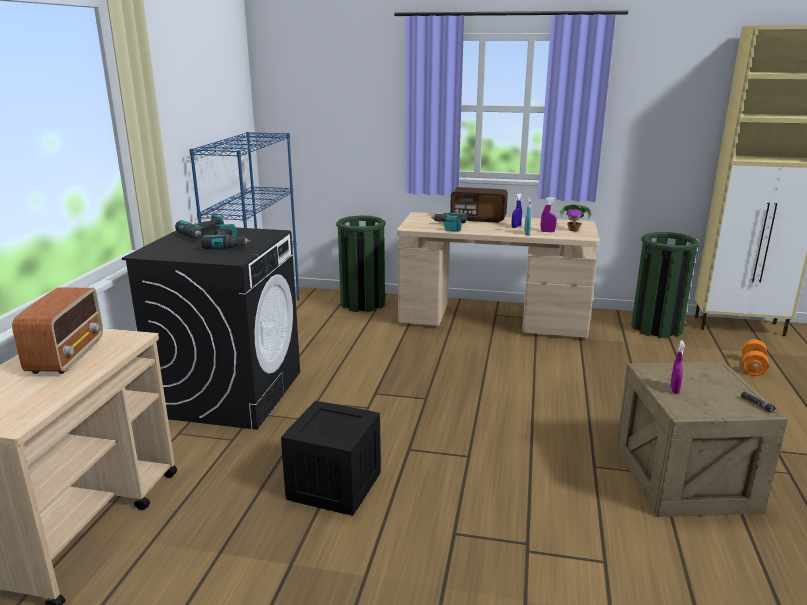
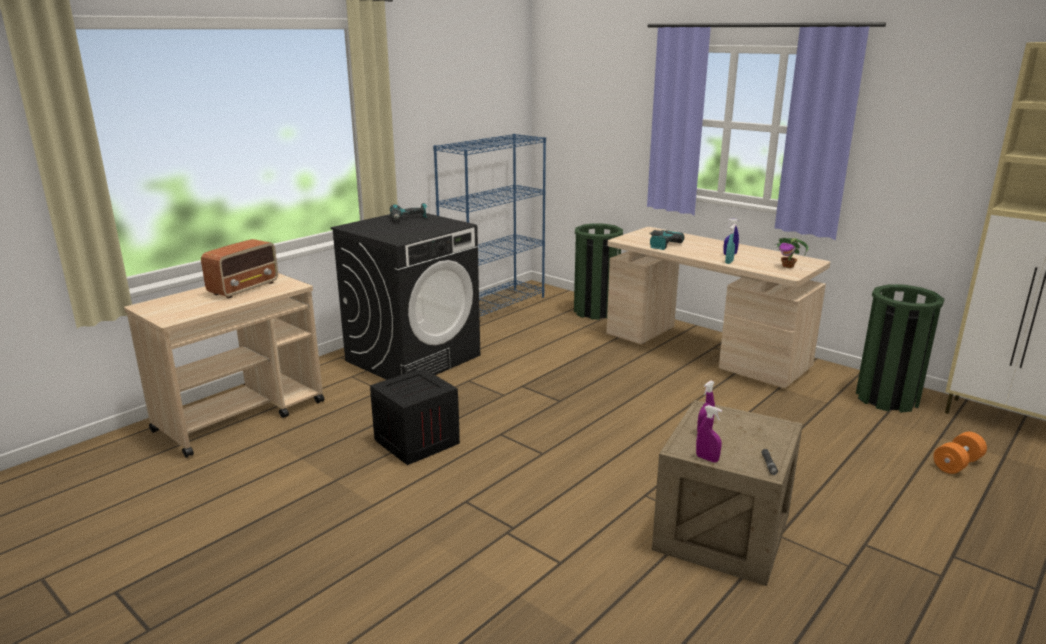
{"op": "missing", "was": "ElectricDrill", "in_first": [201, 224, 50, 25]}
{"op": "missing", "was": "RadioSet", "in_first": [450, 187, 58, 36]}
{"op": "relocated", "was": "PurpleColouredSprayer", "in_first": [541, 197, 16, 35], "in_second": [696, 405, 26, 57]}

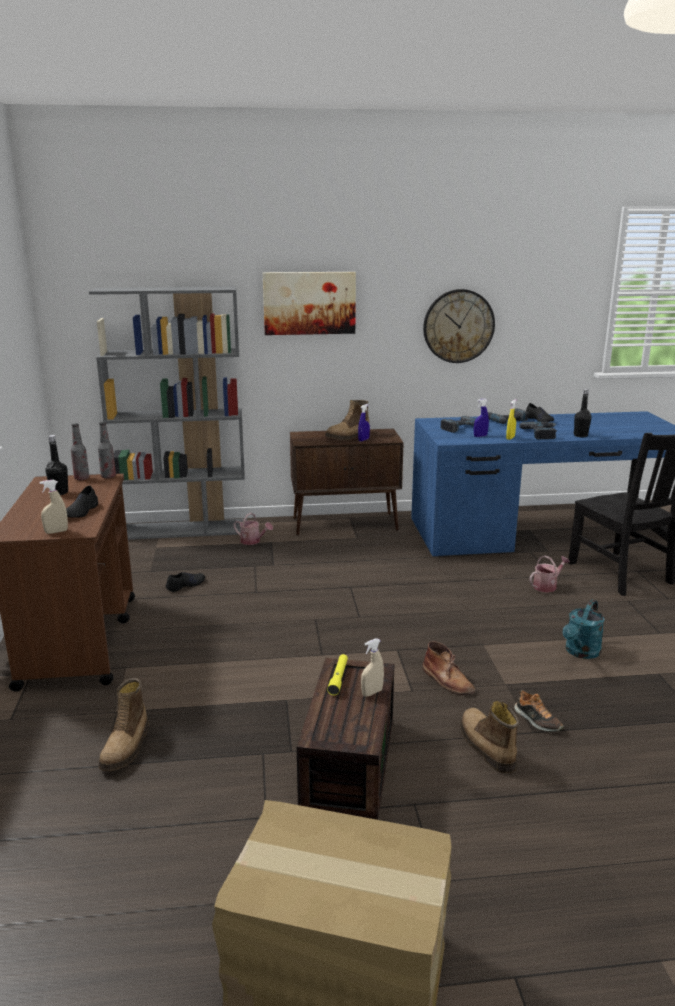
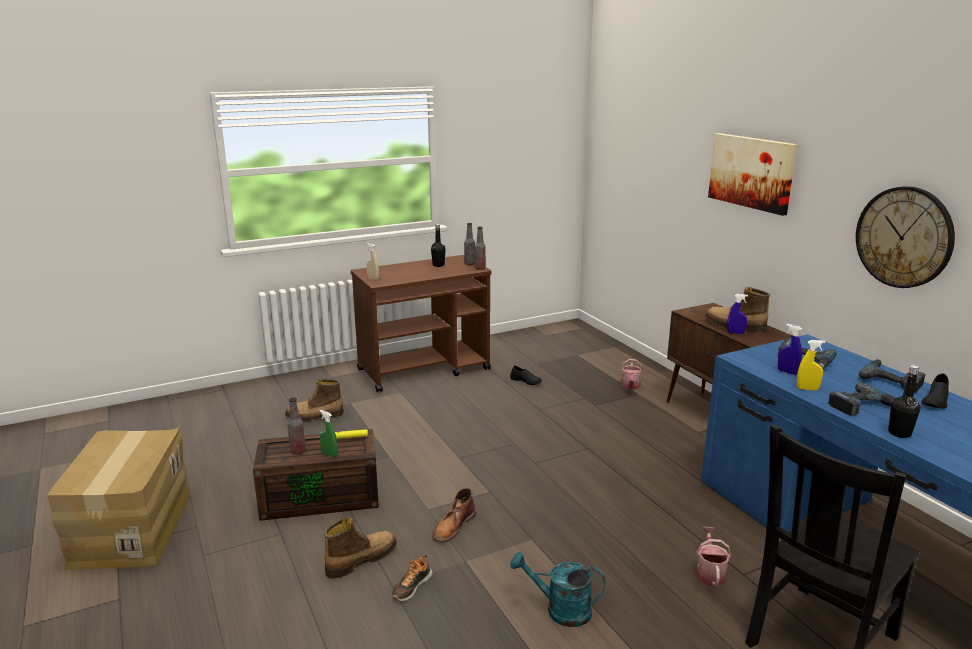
{"op": "missing", "was": "BlackShoe", "in_first": [66, 485, 32, 33]}
{"op": "missing", "was": "GreyBookshelf", "in_first": [89, 286, 158, 254]}
{"op": "colour", "was": "BeigeSprayer", "now": "GreenSprayer", "in_first": [361, 638, 23, 59], "in_second": [320, 410, 18, 47]}
{"op": "spun", "was": "SprinklingCan", "in_first": [529, 555, 41, 38], "in_second": [695, 527, 36, 60], "clockwise": -120}
{"op": "appeared", "now": "DrinkBottle", "in_second": [288, 397, 18, 57]}

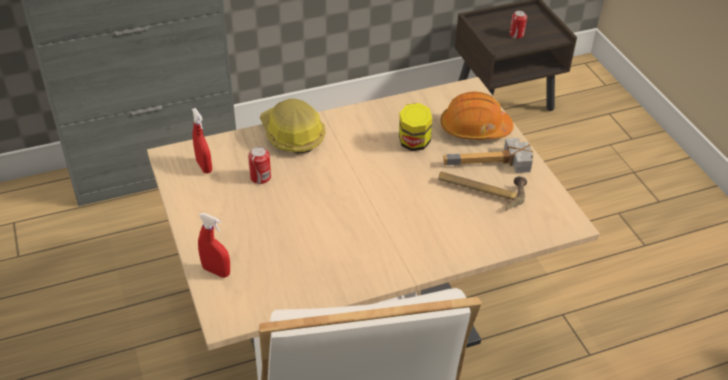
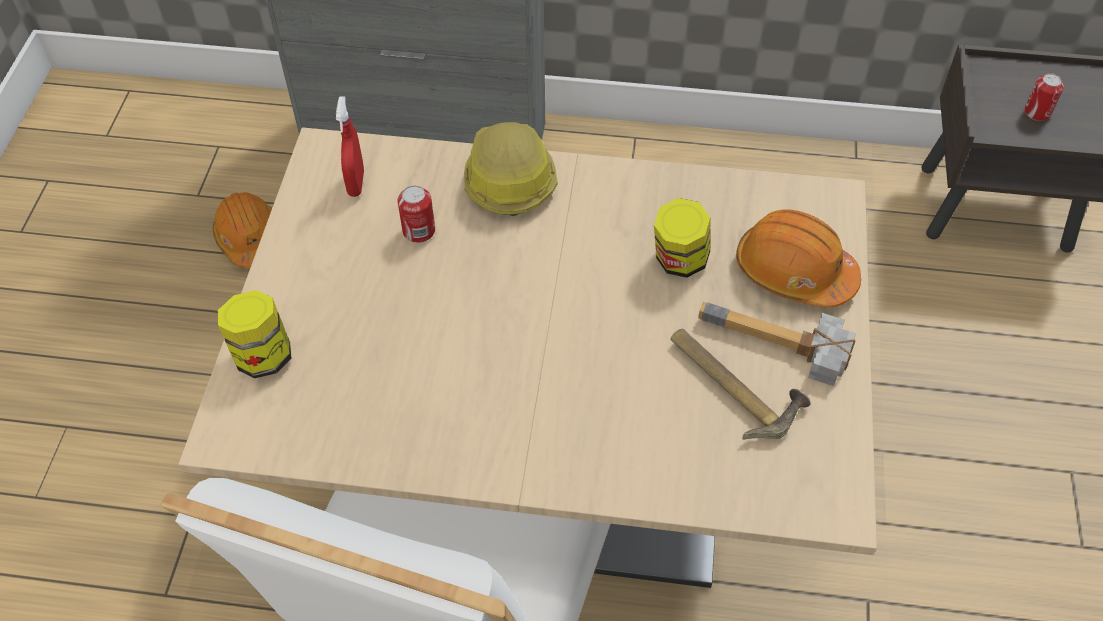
{"op": "exchanged", "was": "RedColouredSprayer", "now": "Jar", "in_first": [198, 213, 32, 65], "in_second": [218, 290, 73, 88]}
{"op": "appeared", "now": "OrangeySafetyHelmet", "in_second": [212, 192, 60, 76]}

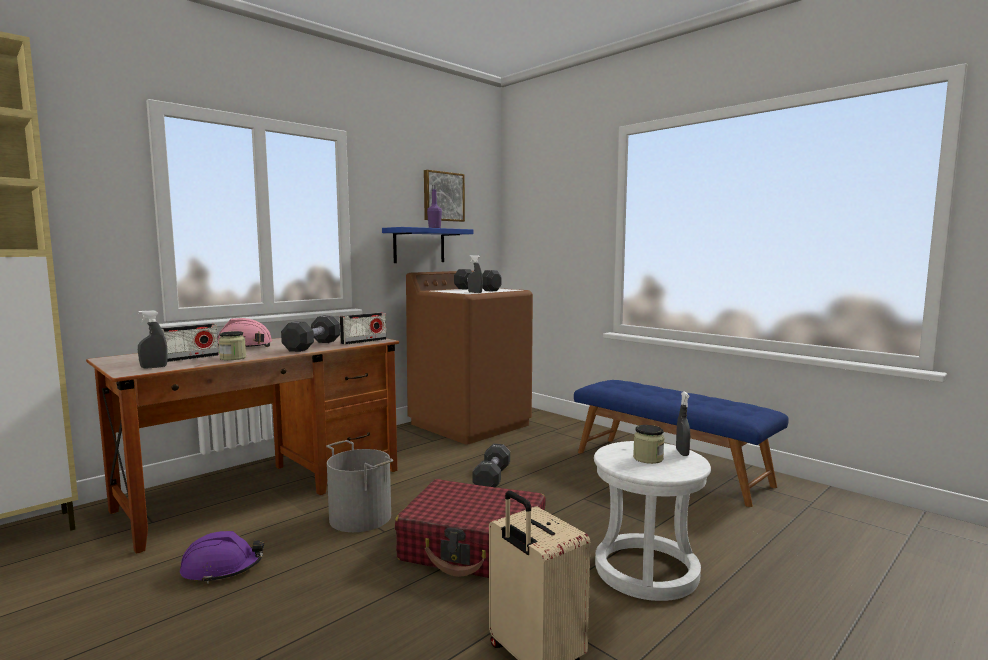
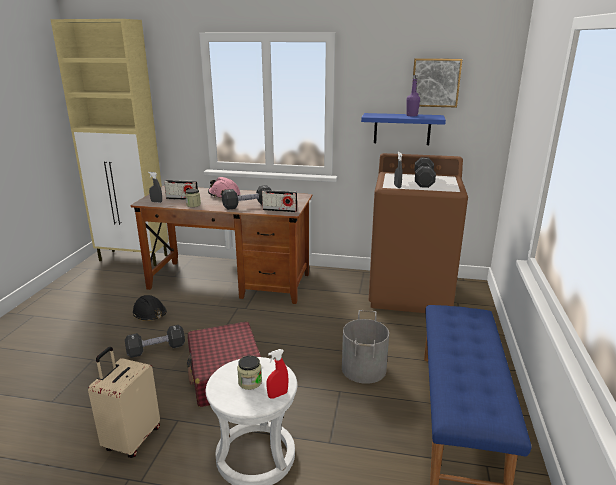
{"op": "colour", "was": "PurpleColouredSafetyHelmet", "now": "BlackSafetyHelmet", "in_first": [180, 531, 84, 53], "in_second": [133, 295, 34, 26]}
{"op": "relocated", "was": "GreyBucket", "in_first": [326, 440, 67, 92], "in_second": [342, 310, 47, 74]}
{"op": "relocated", "was": "BlackDumbbell", "in_first": [472, 444, 38, 43], "in_second": [125, 325, 60, 33]}
{"op": "colour", "was": "GreySprayer", "now": "RedColouredSprayer", "in_first": [676, 391, 14, 65], "in_second": [267, 349, 21, 50]}

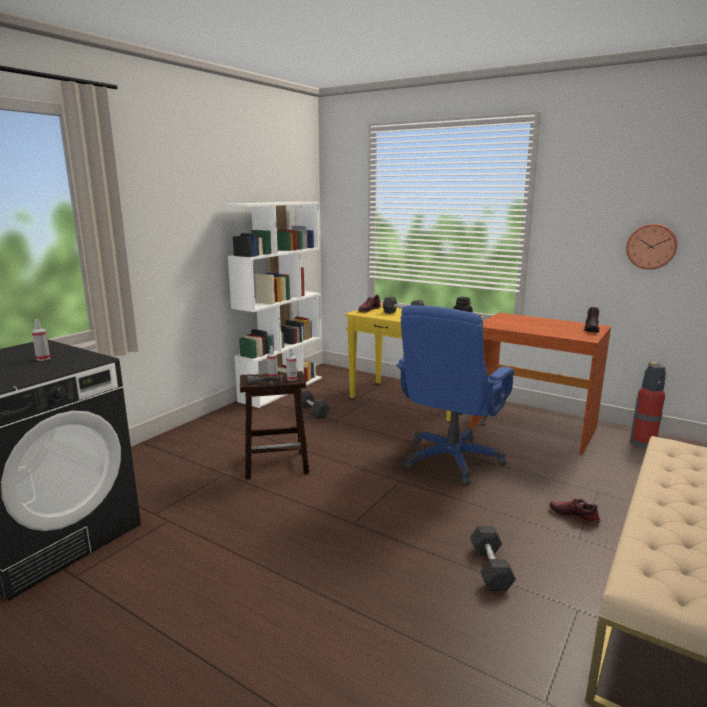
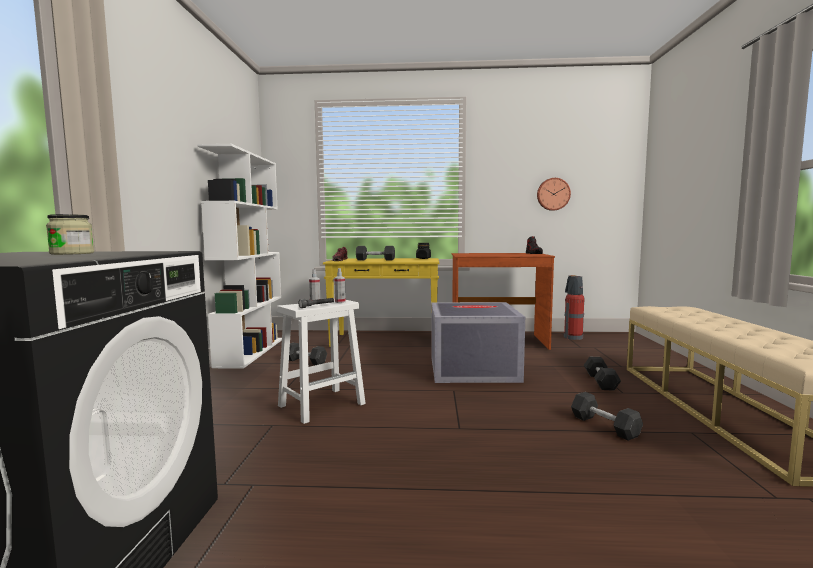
{"op": "exchanged", "was": "Sprayer", "now": "Jar", "in_first": [31, 319, 19, 42], "in_second": [46, 214, 48, 41]}
{"op": "colour", "was": "BrownStoolSeat", "now": "WhiteColouredStoolSeat", "in_first": [240, 371, 69, 109], "in_second": [277, 299, 89, 125]}
{"op": "exchanged", "was": "BlueOfficeChair", "now": "GreyStorageBin", "in_first": [396, 305, 118, 180], "in_second": [431, 302, 94, 81]}
{"op": "exchanged", "was": "Shoe", "now": "GreyDumbbell", "in_first": [549, 499, 52, 26], "in_second": [584, 357, 37, 34]}

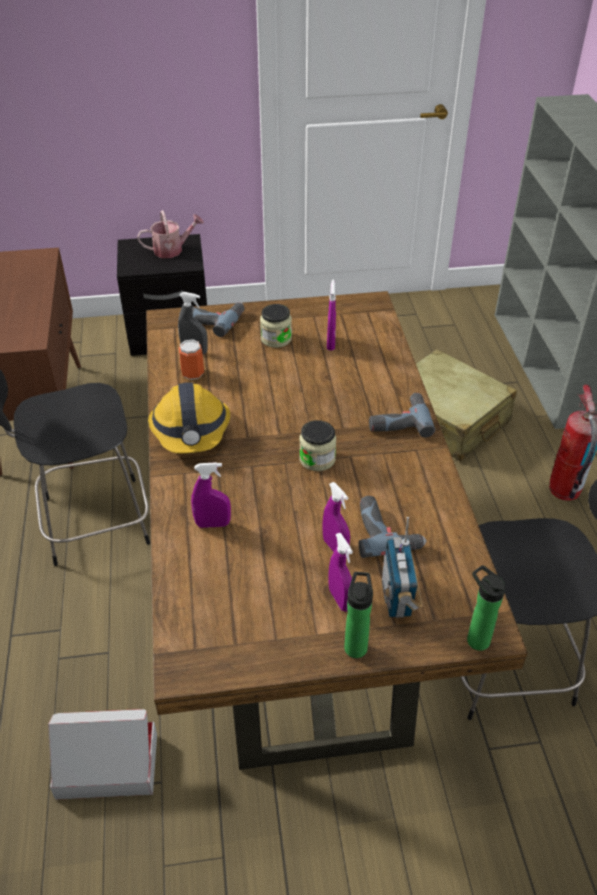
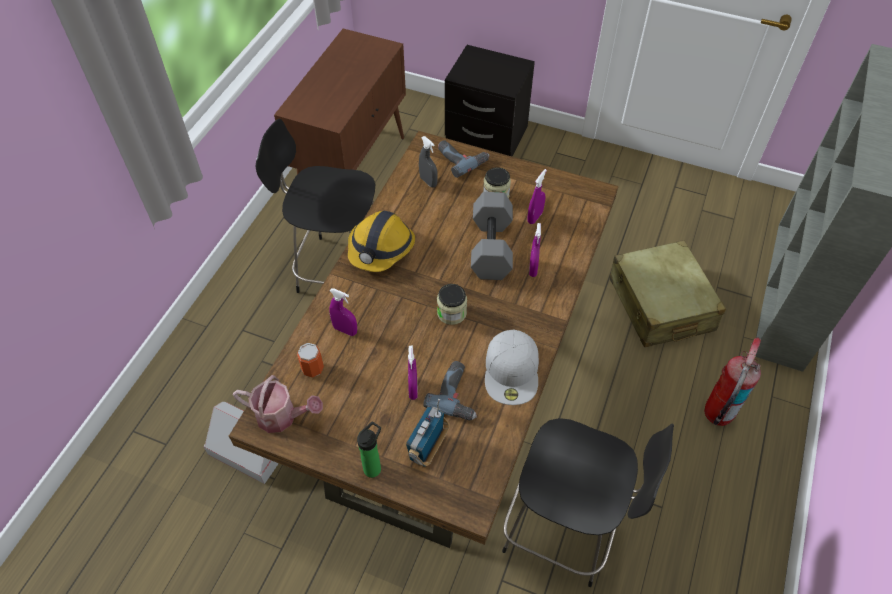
{"op": "relocated", "was": "SprinklingCan", "in_first": [137, 210, 67, 48], "in_second": [233, 375, 90, 58]}
{"op": "relocated", "was": "MetalCan", "in_first": [179, 339, 25, 41], "in_second": [297, 343, 27, 35]}
{"op": "relocated", "was": "PurpleColouredSprayer", "in_first": [329, 533, 24, 79], "in_second": [529, 223, 12, 54]}
{"op": "missing", "was": "ElectricDrill", "in_first": [369, 393, 66, 44]}
{"op": "missing", "was": "DrinkBottle", "in_first": [467, 565, 38, 86]}
{"op": "appeared", "now": "GreyDumbbell", "in_second": [471, 192, 42, 88]}
{"op": "appeared", "now": "WhiteColouredPeakedCap", "in_second": [485, 330, 54, 75]}

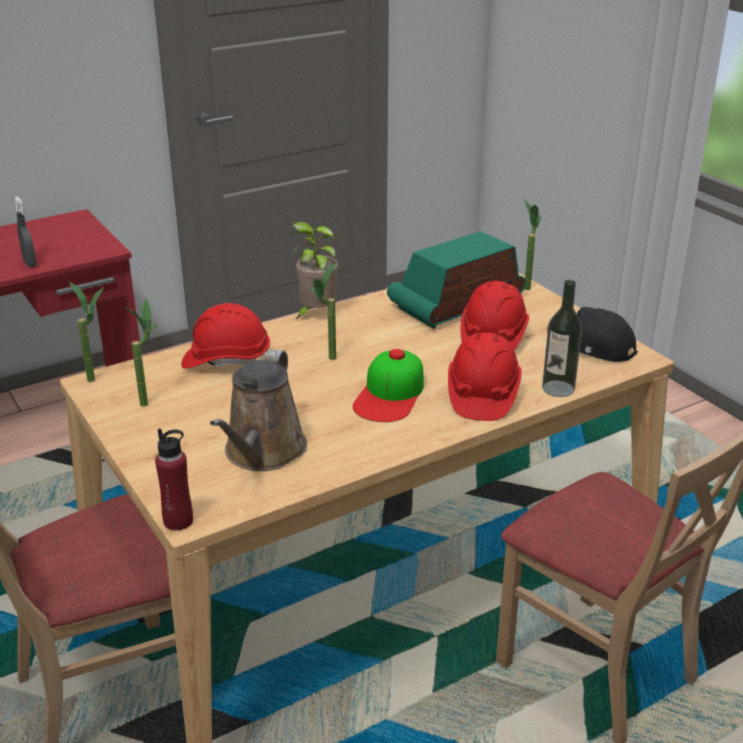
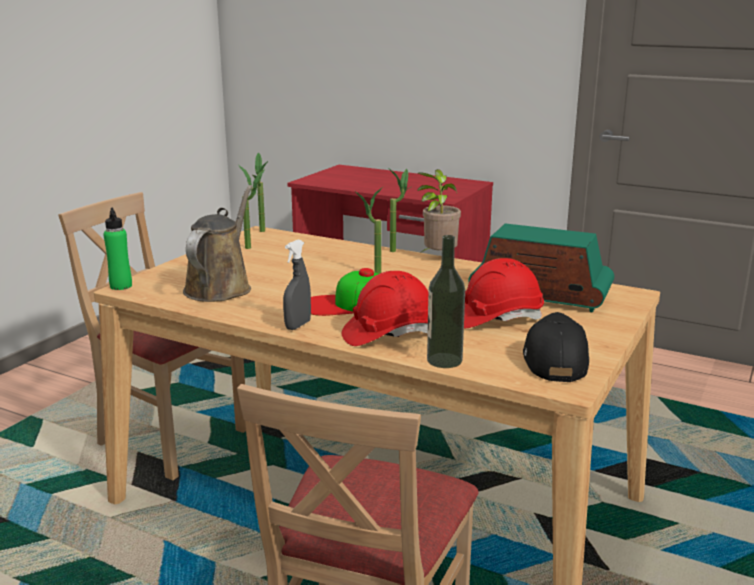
{"op": "relocated", "was": "GreySprayer", "in_first": [14, 196, 23, 71], "in_second": [283, 240, 28, 90]}
{"op": "colour", "was": "RedColouredDrinkBottle", "now": "GreenDrinkBottle", "in_first": [155, 429, 38, 102], "in_second": [103, 208, 29, 82]}
{"op": "missing", "was": "RedColouredSafetyHelmet", "in_first": [181, 303, 89, 66]}
{"op": "spun", "was": "BrownSprinklingCan", "in_first": [210, 349, 97, 122], "in_second": [183, 185, 69, 117], "clockwise": 120}
{"op": "relocated", "was": "PlantInAPot", "in_first": [524, 199, 18, 91], "in_second": [389, 169, 22, 83]}

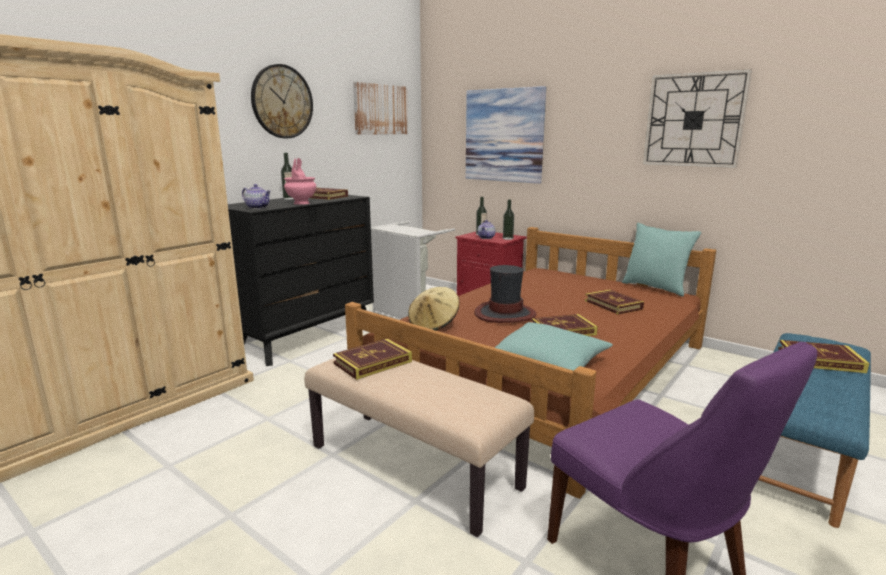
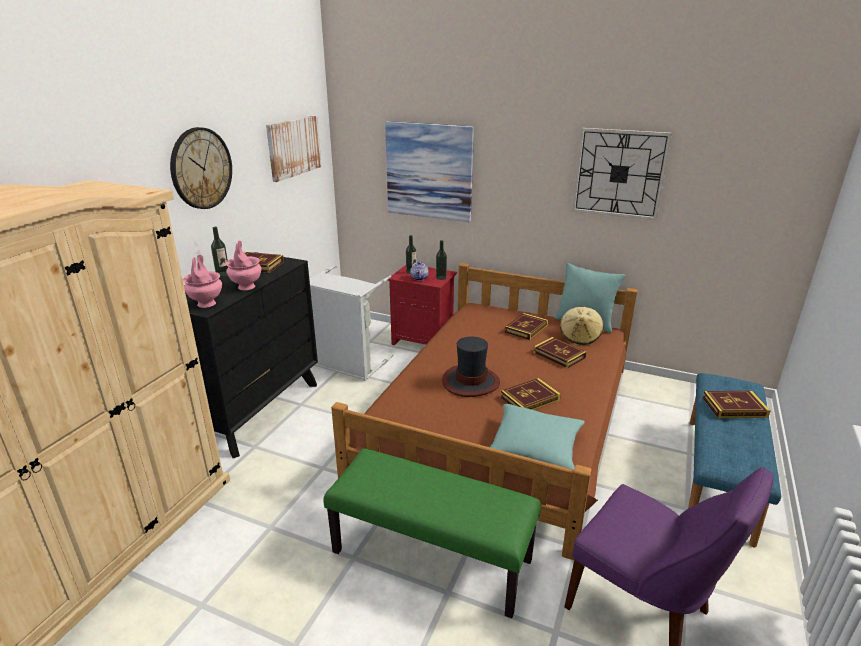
{"op": "exchanged", "was": "Teapot", "now": "PinkColouredDecorativeVase", "in_first": [242, 184, 29, 25], "in_second": [183, 255, 39, 53]}
{"op": "colour", "was": "BeigeLongSeat", "now": "GreenLongSeat", "in_first": [304, 358, 230, 179], "in_second": [324, 449, 217, 169]}
{"op": "relocated", "was": "BoundBook", "in_first": [333, 338, 79, 42], "in_second": [505, 313, 43, 27]}
{"op": "relocated", "was": "BeigeClothingHat", "in_first": [408, 287, 51, 44], "in_second": [560, 306, 43, 39]}

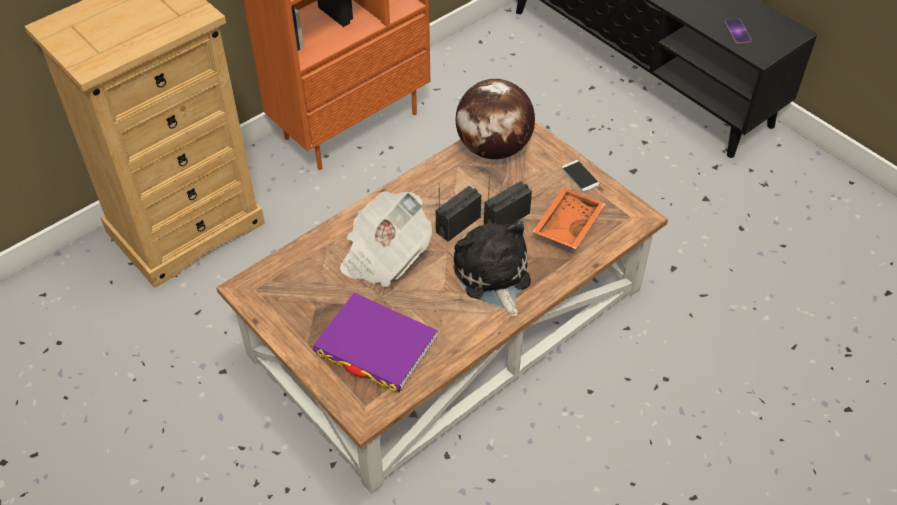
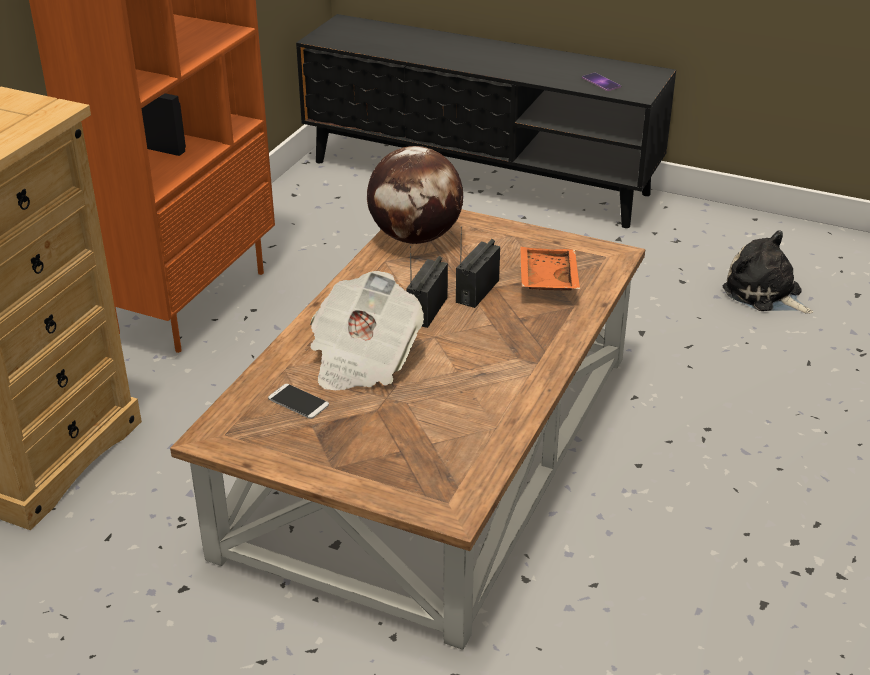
{"op": "missing", "was": "PurpleColouredBoundBook", "in_first": [313, 293, 125, 99]}
{"op": "relocated", "was": "SoftToy", "in_first": [453, 221, 78, 95], "in_second": [722, 230, 91, 84]}
{"op": "relocated", "was": "Telephone", "in_first": [562, 160, 37, 32], "in_second": [268, 384, 61, 35]}

